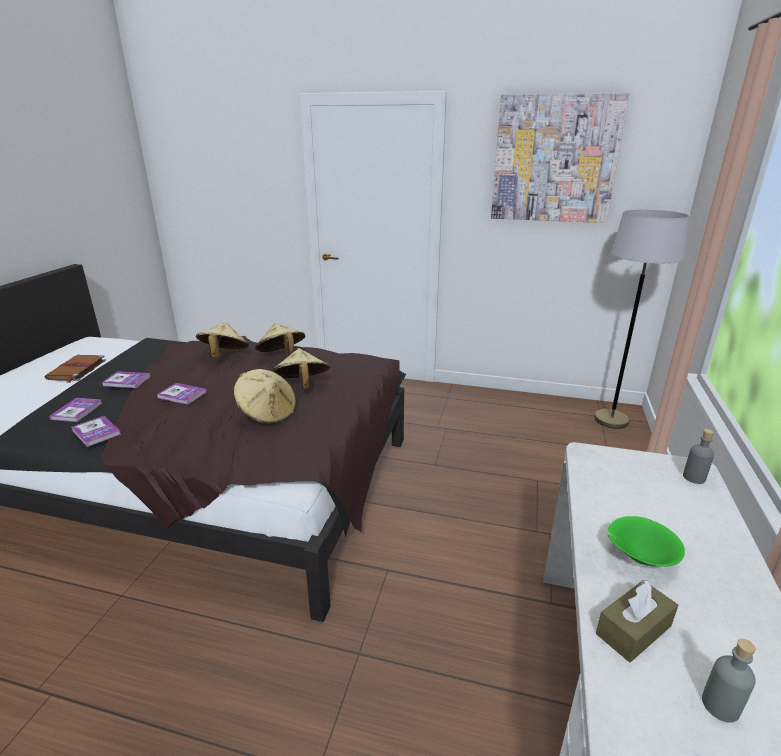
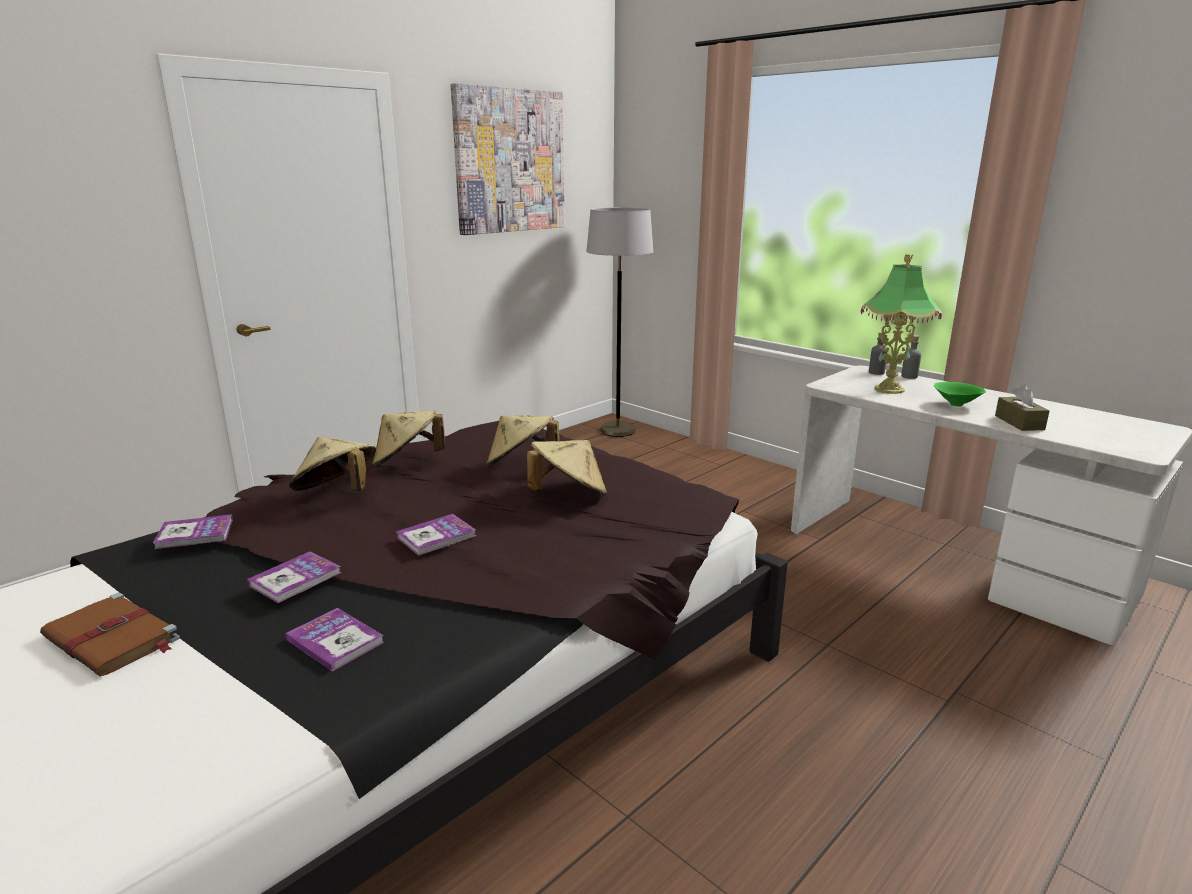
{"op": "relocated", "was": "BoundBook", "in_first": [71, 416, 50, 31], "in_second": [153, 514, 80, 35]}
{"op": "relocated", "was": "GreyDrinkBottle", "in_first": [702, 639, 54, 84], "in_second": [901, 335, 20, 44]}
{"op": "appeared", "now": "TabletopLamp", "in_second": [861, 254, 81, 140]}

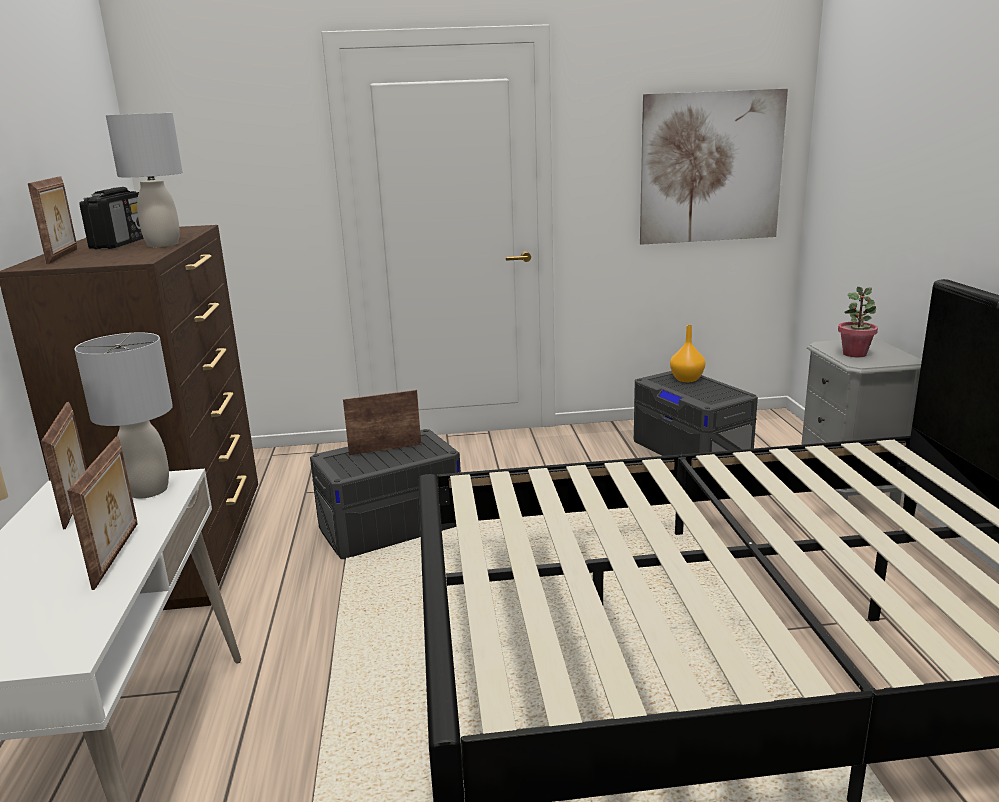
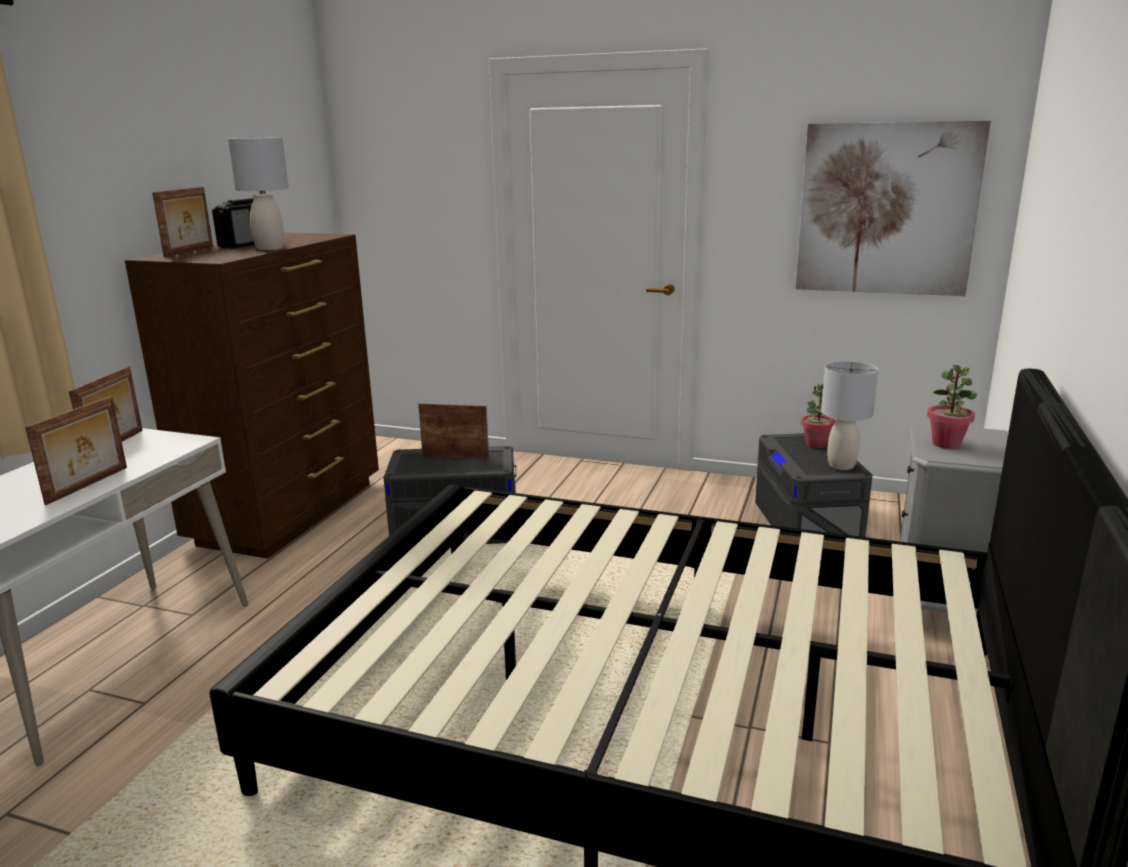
{"op": "relocated", "was": "GreyTabletopLamp", "in_first": [74, 332, 99, 167], "in_second": [821, 361, 57, 109]}
{"op": "exchanged", "was": "OrangeyDecorativeVase", "now": "PlantInAPot", "in_first": [670, 325, 35, 57], "in_second": [801, 383, 35, 65]}

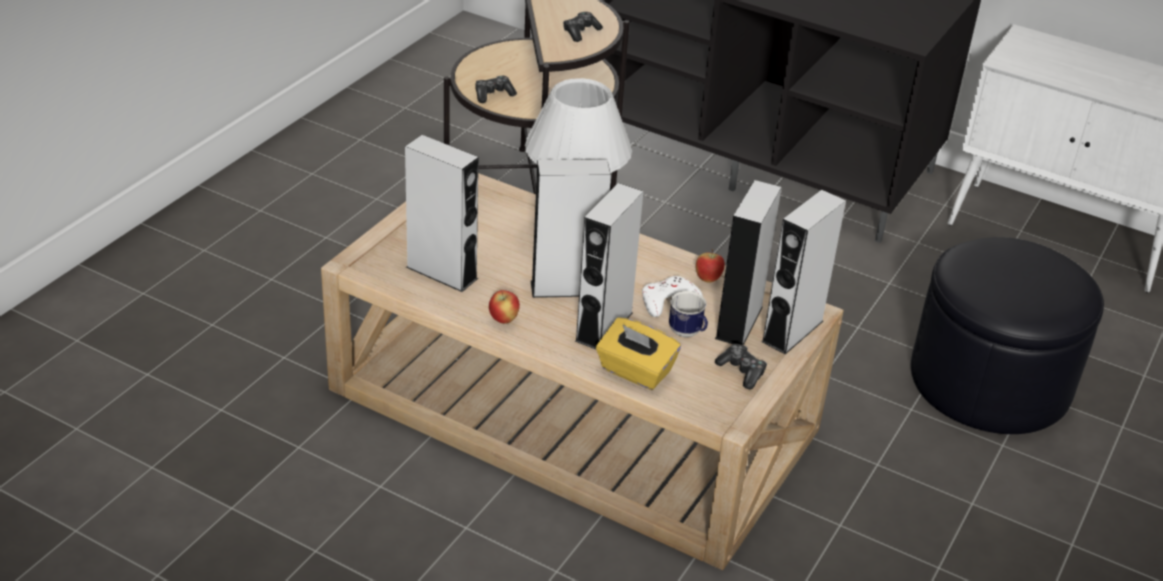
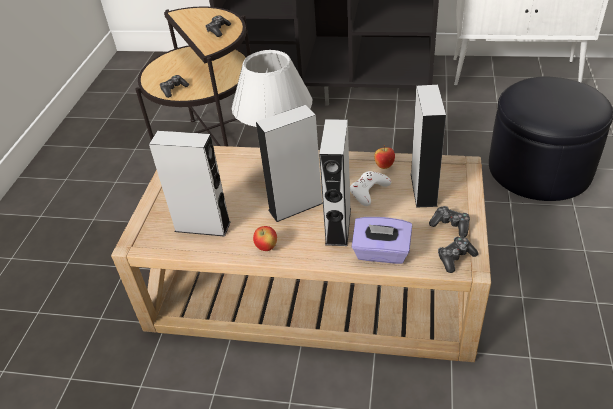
{"op": "colour", "was": "YellowishBoxOfTissues", "now": "PurpleColouredBoxOfTissues", "in_first": [596, 317, 85, 73], "in_second": [352, 217, 60, 47]}
{"op": "missing", "was": "CoffeeMug", "in_first": [669, 291, 39, 46]}
{"op": "missing", "was": "GreyAudioSpeaker", "in_first": [761, 189, 85, 165]}
{"op": "appeared", "now": "GameController", "in_second": [438, 237, 40, 36]}

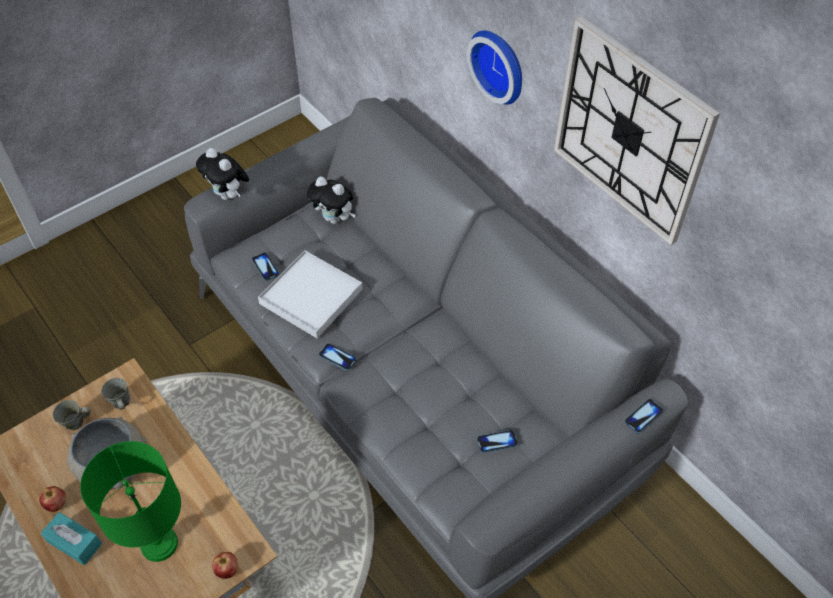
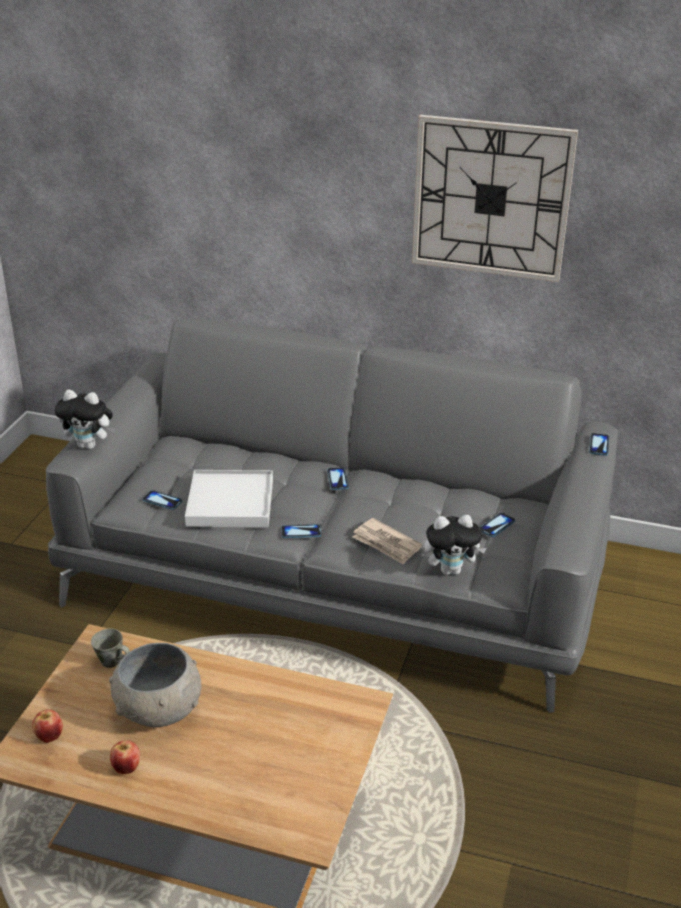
{"op": "missing", "was": "TurquoiseBoxOfTissues", "in_first": [41, 512, 61, 53]}
{"op": "missing", "was": "GreyCoffeeMug", "in_first": [53, 400, 37, 30]}
{"op": "missing", "was": "GreenTabletopLamp", "in_first": [80, 441, 101, 121]}
{"op": "relocated", "was": "Apple", "in_first": [212, 552, 26, 27], "in_second": [32, 709, 31, 34]}
{"op": "relocated", "was": "SoftToy", "in_first": [307, 176, 48, 48], "in_second": [425, 515, 62, 60]}
{"op": "missing", "was": "WallClock", "in_first": [467, 30, 55, 75]}
{"op": "appeared", "now": "Telephone", "in_second": [327, 467, 22, 23]}
{"op": "appeared", "now": "Newspaper", "in_second": [352, 518, 70, 47]}

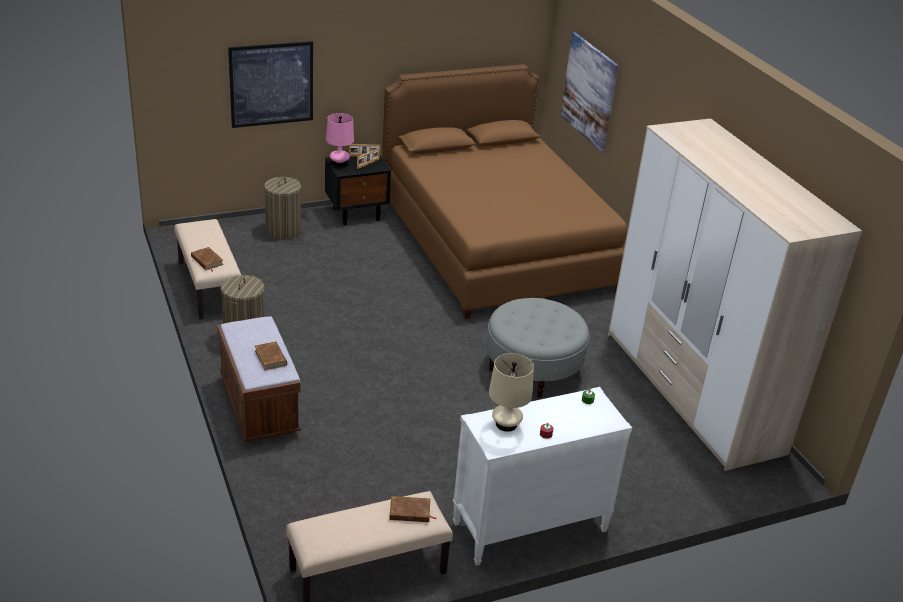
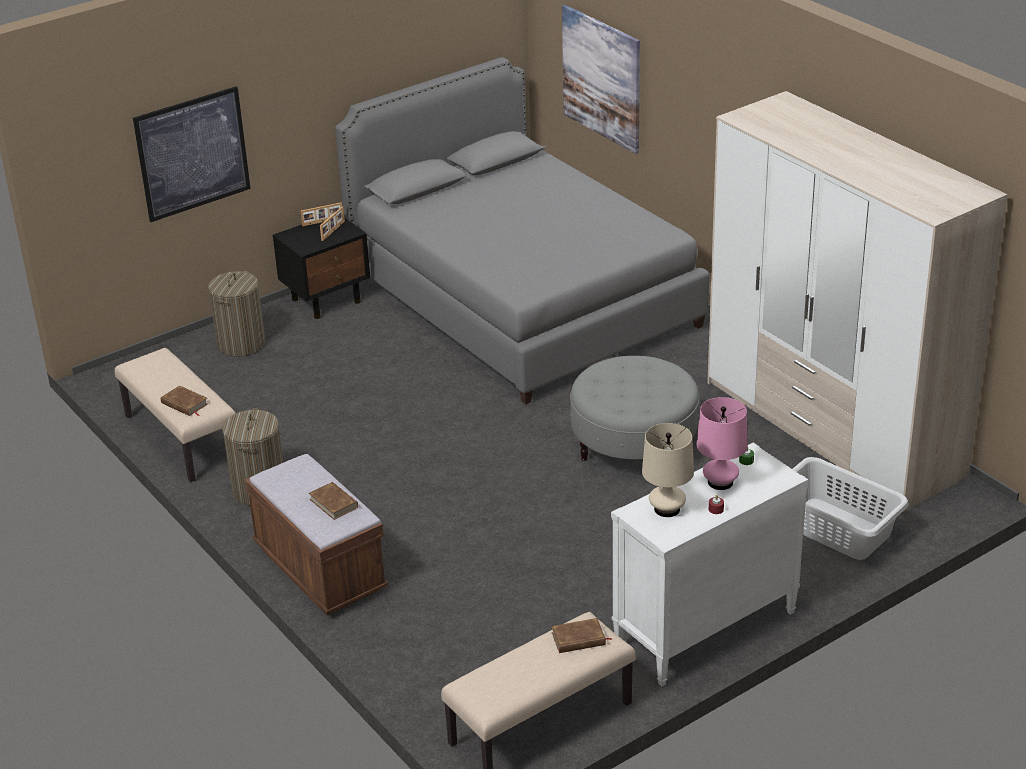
{"op": "relocated", "was": "PinkColouredTabletopLamp", "in_first": [326, 113, 28, 53], "in_second": [697, 397, 51, 93]}
{"op": "colour", "was": "BrownBedroomBed", "now": "GreyBedroomBed", "in_first": [382, 64, 245, 255], "in_second": [335, 57, 375, 347]}
{"op": "appeared", "now": "GreyLaundryBasket", "in_second": [793, 457, 116, 103]}

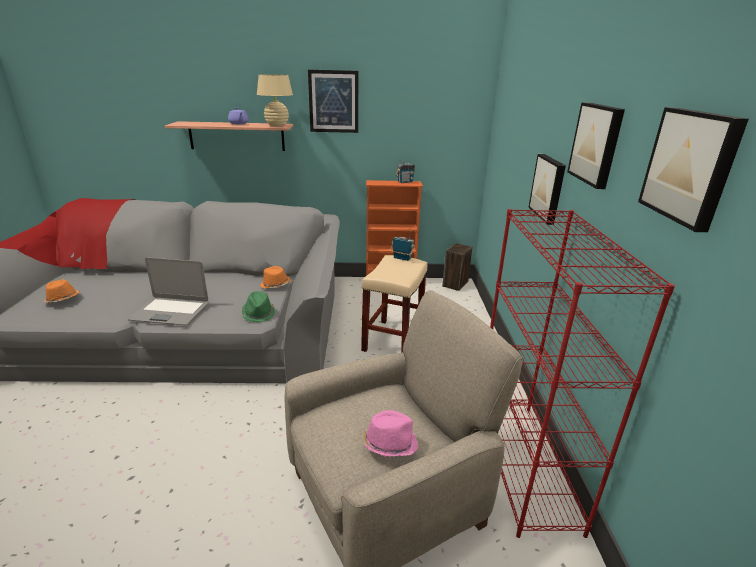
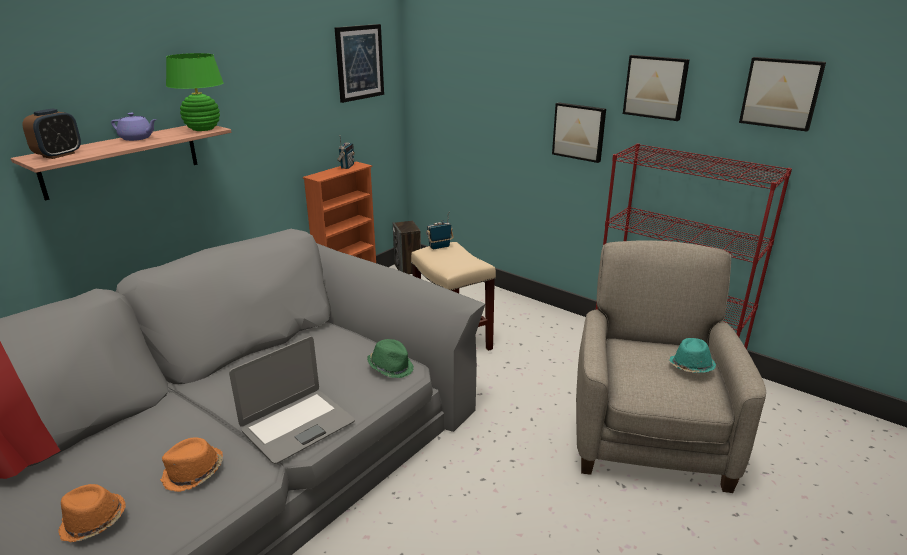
{"op": "colour", "was": "BeigeTabletopLamp", "now": "GreenTabletopLamp", "in_first": [257, 75, 36, 52], "in_second": [166, 53, 58, 78]}
{"op": "relocated", "was": "OrangeyClothingHat", "in_first": [260, 266, 30, 23], "in_second": [160, 437, 63, 55]}
{"op": "relocated", "was": "WallArt", "in_first": [308, 70, 50, 63], "in_second": [335, 24, 49, 79]}
{"op": "colour", "was": "PinkColouredClothingHat", "now": "TurquoiseClothingHat", "in_first": [362, 410, 56, 47], "in_second": [669, 338, 47, 35]}
{"op": "appeared", "now": "AlarmClock", "in_second": [23, 109, 58, 50]}

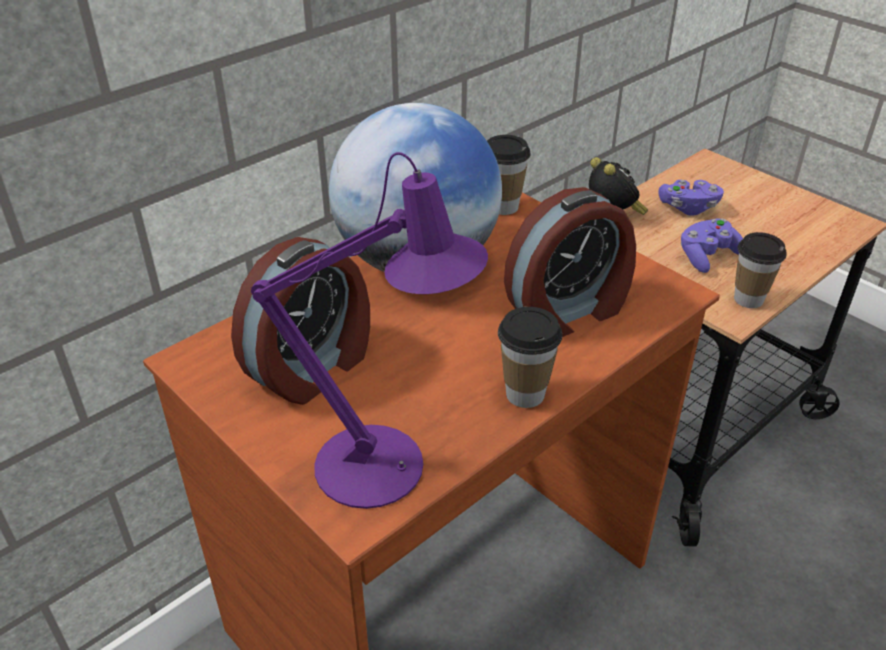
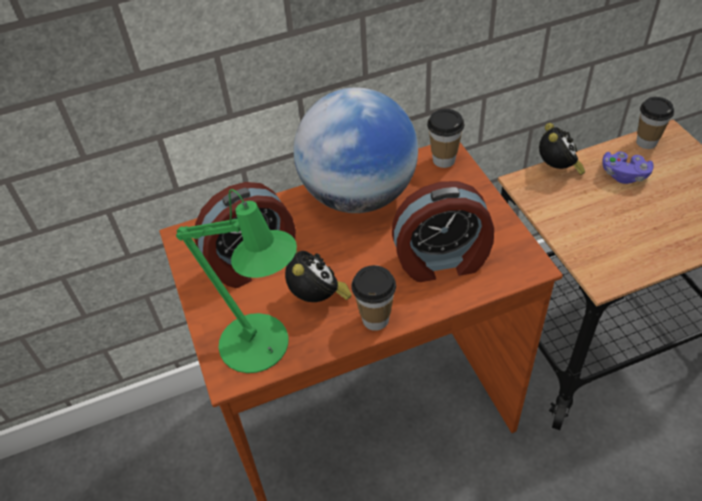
{"op": "colour", "was": "PurpleColouredTabletopLamp", "now": "GreenTabletopLamp", "in_first": [251, 152, 237, 357], "in_second": [176, 189, 121, 184]}
{"op": "missing", "was": "PurpleColouredGameController", "in_first": [681, 218, 62, 55]}
{"op": "relocated", "was": "DrinkingCup", "in_first": [734, 232, 53, 76], "in_second": [636, 97, 38, 52]}
{"op": "appeared", "now": "AlarmClock", "in_second": [285, 250, 67, 52]}

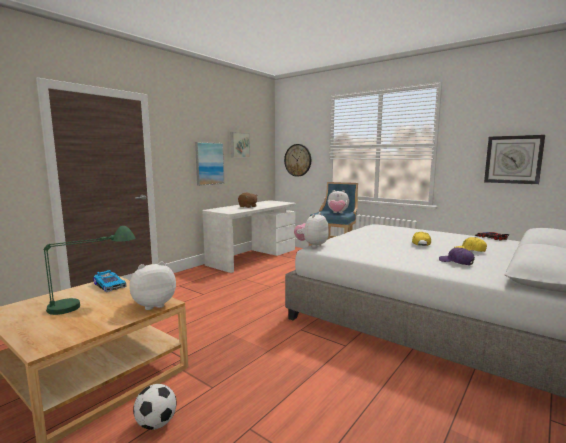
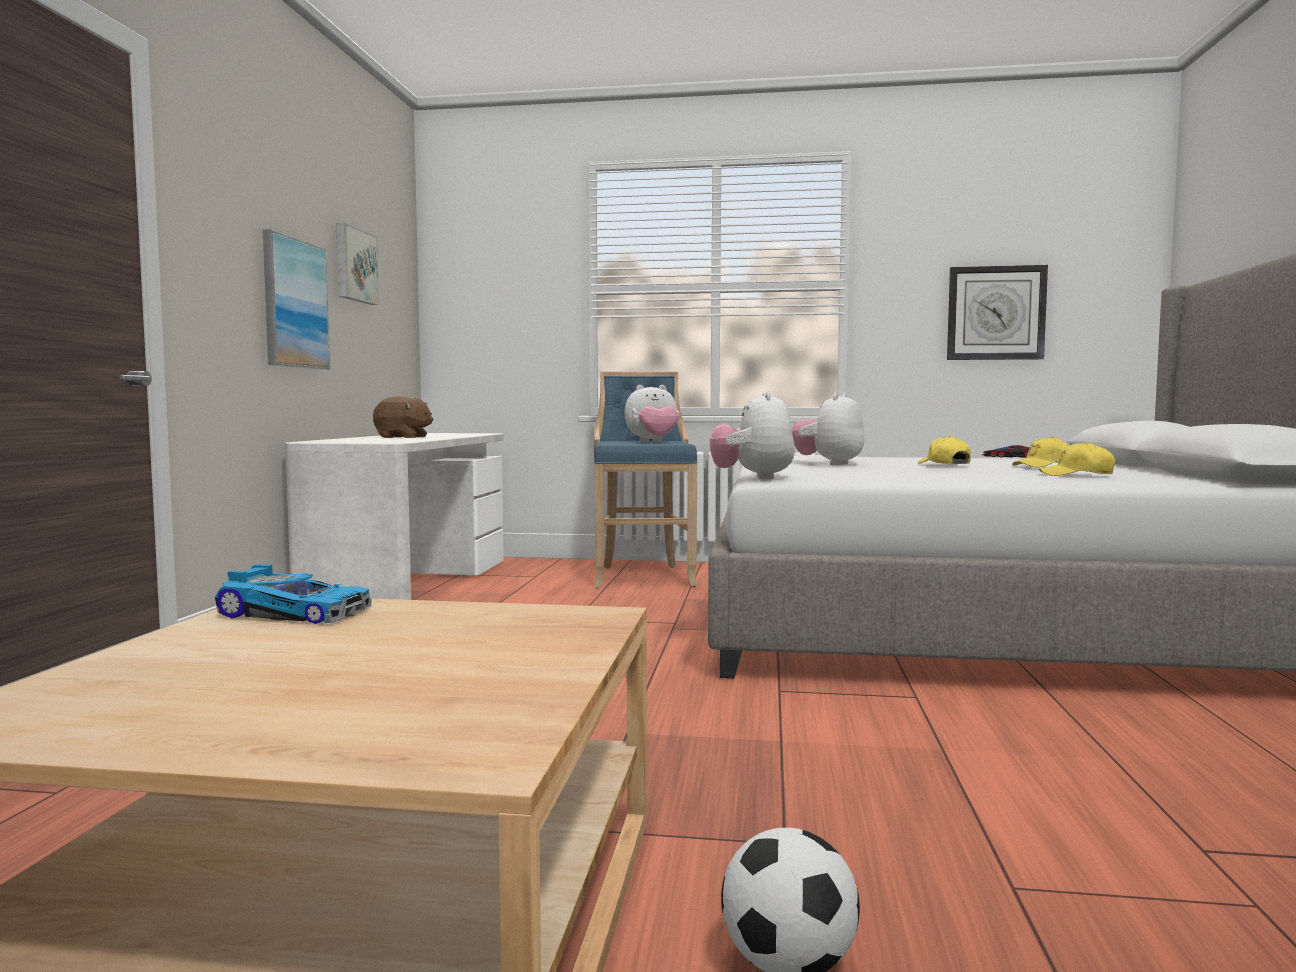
{"op": "missing", "was": "GreenTabletopLamp", "in_first": [43, 226, 92, 89]}
{"op": "relocated", "was": "SoftToy", "in_first": [129, 261, 47, 49], "in_second": [792, 393, 73, 72]}
{"op": "missing", "was": "WallClock", "in_first": [284, 144, 27, 33]}
{"op": "colour", "was": "PurpleColouredPeakedCap", "now": "YellowishPeakedCap", "in_first": [439, 248, 36, 17], "in_second": [1039, 442, 76, 34]}

